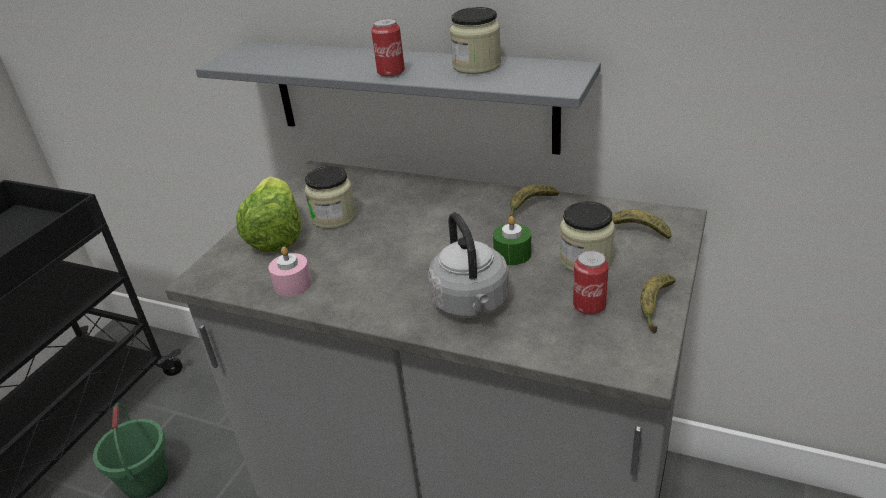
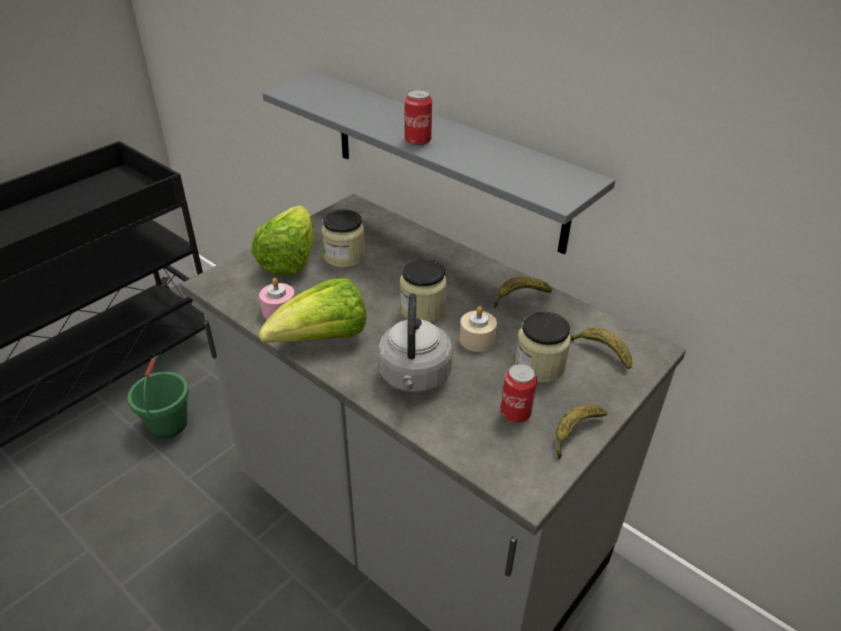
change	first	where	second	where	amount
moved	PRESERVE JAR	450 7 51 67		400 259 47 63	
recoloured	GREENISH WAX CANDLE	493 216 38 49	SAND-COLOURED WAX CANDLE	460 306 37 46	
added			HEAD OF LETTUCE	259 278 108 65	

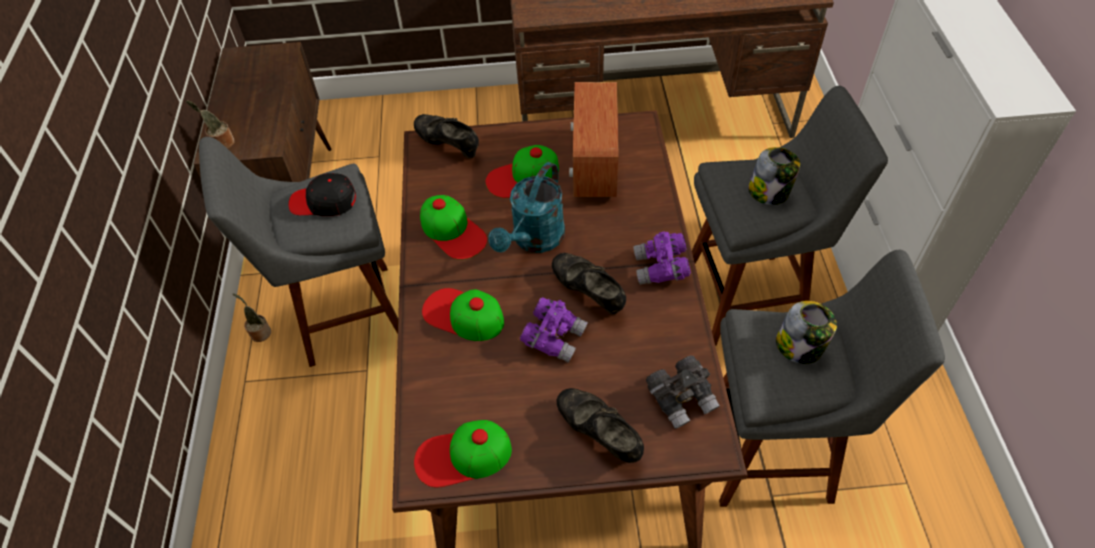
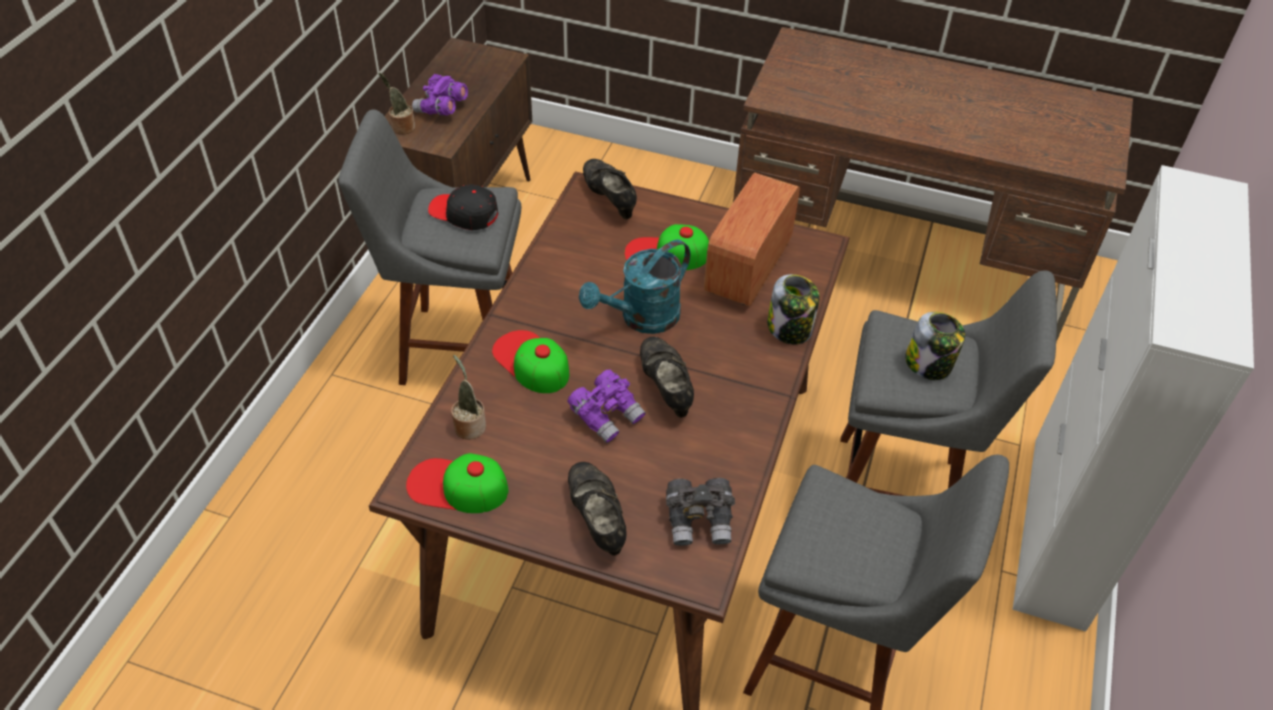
change	first	where	second	where	amount
moved	PLANT IN A POT	233 293 38 49		451 355 35 85	
removed	CAP	420 195 67 65			
moved	PURPLISH PAIR OF BINOCULARS	633 231 58 54		412 74 56 42	
moved	PRESERVE JAR	776 301 61 63		767 274 53 71	

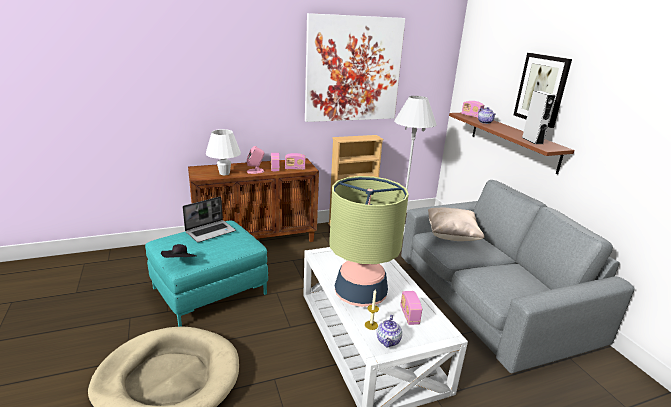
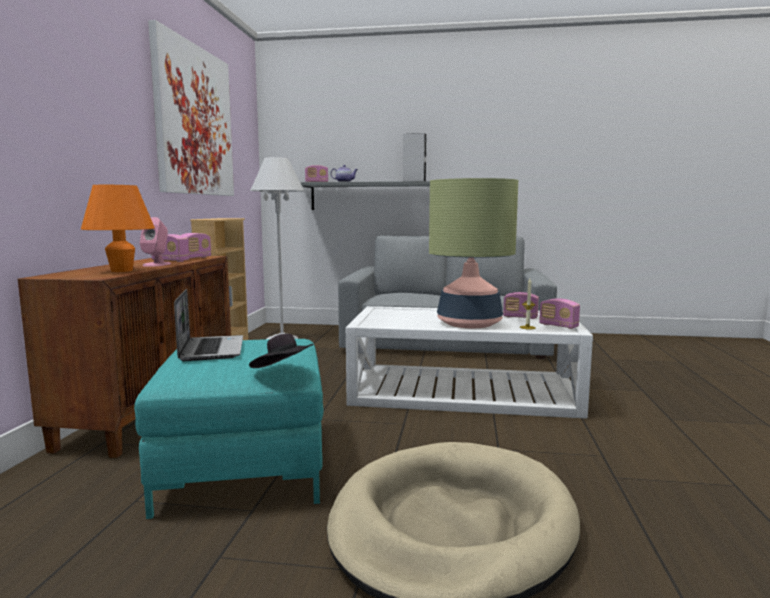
change	first	where	second	where	amount
recoloured	WHITE TABLE LAMP	206 129 35 46	ORANGE-COLOURED TABLE LAMP	81 185 74 87	
replaced	TEA POT	377 315 25 33	RADIO RECEIVER	539 298 41 31	
removed	SAND-COLOURED CUSHION	428 208 56 33			
recoloured	BROWN BRACKET SHELF	449 113 125 61	GREY BRACKET SHELF	300 181 130 29	
removed	WALL ART	514 53 58 75			

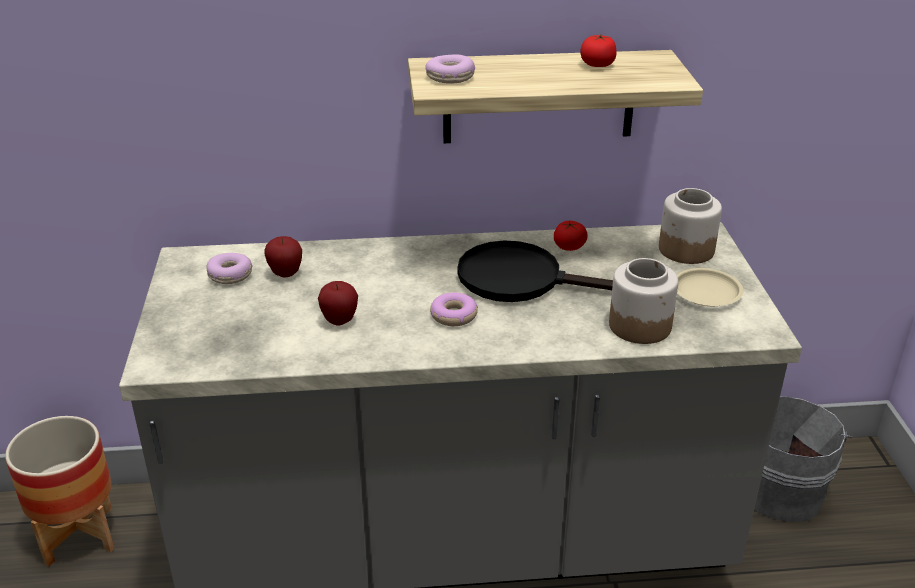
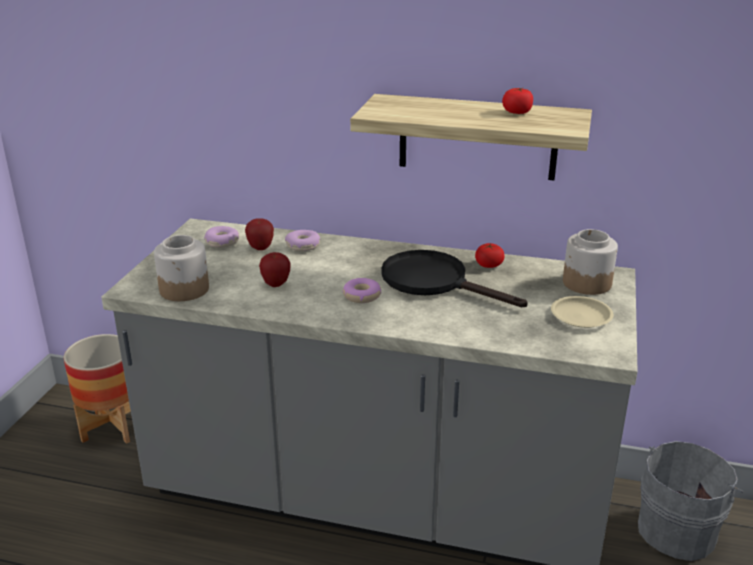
change	first	where	second	where	amount
moved	DOUGHNUT	425 55 50 29		285 230 36 22	
moved	PRESERVE JAR	609 258 69 86		154 235 55 66	

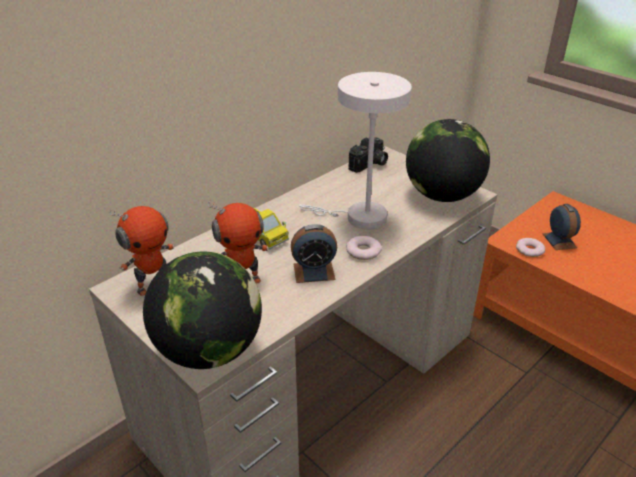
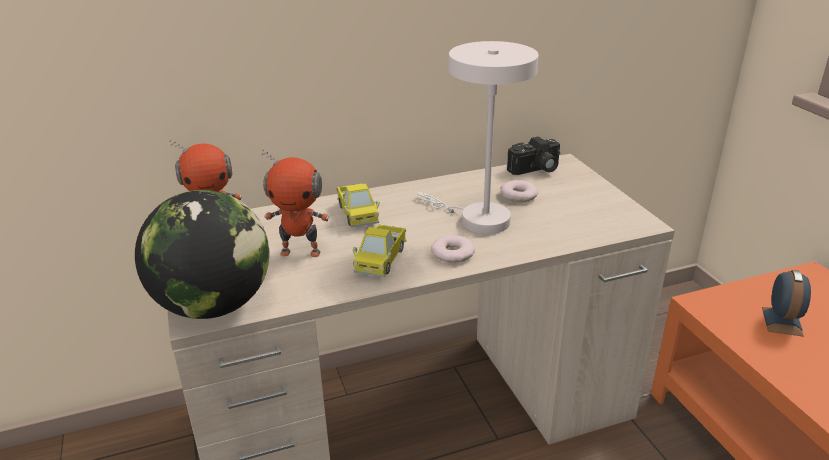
change	first	where	second	where	amount
replaced	ALARM CLOCK	291 224 46 59	TOY TRUCK	353 224 53 53	
removed	GLOBE	406 119 84 83			
moved	DOUGHNUT	516 238 29 19		500 180 38 22	

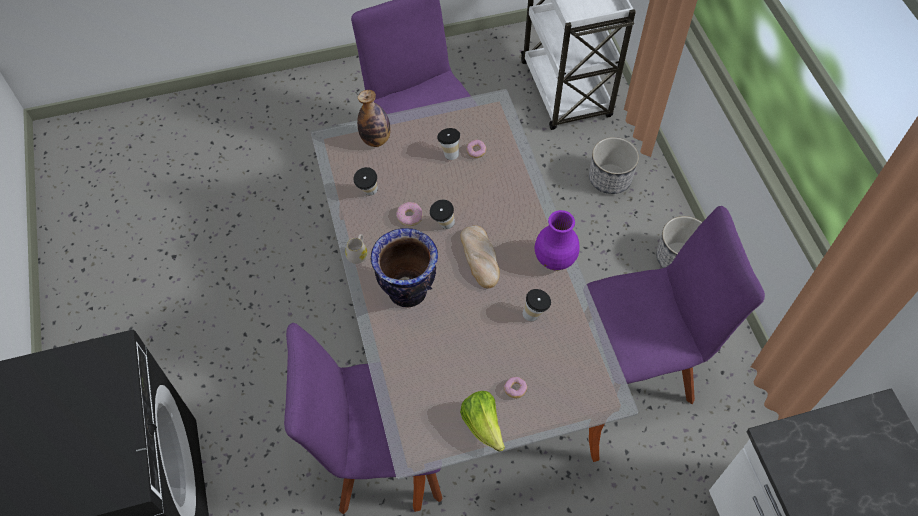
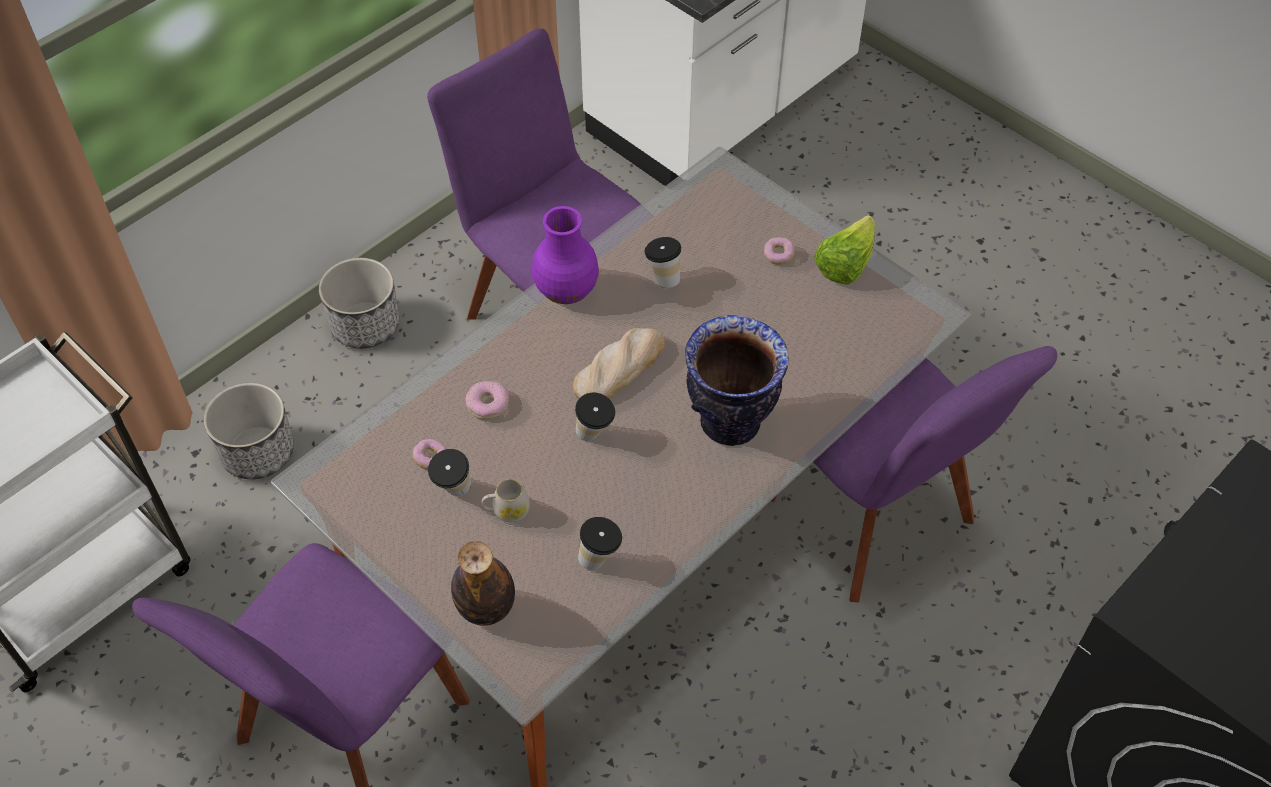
change	first	where	second	where	amount
moved	WHITE MUG	345 234 22 30		482 479 48 44	
moved	DOUGHNUT	396 202 27 24		466 381 43 38	

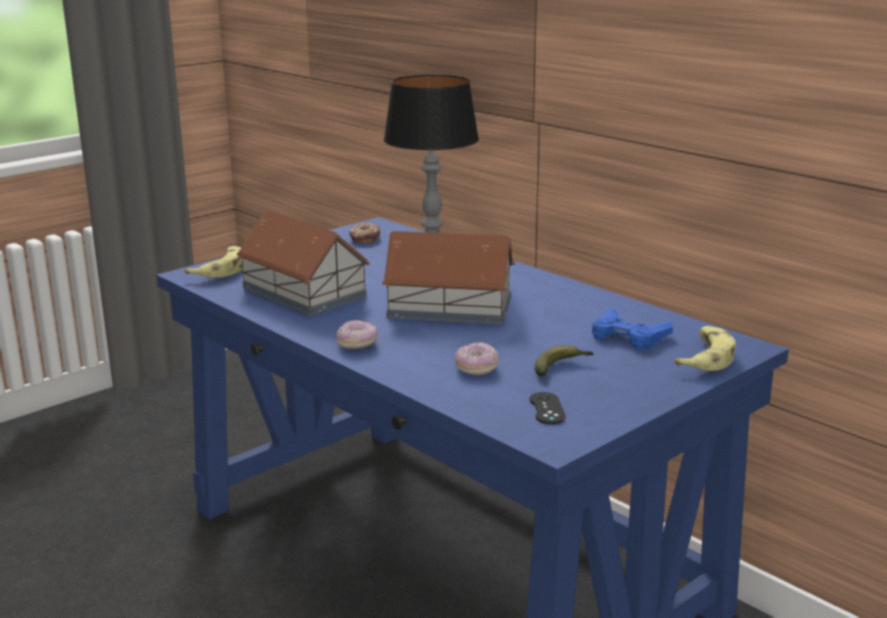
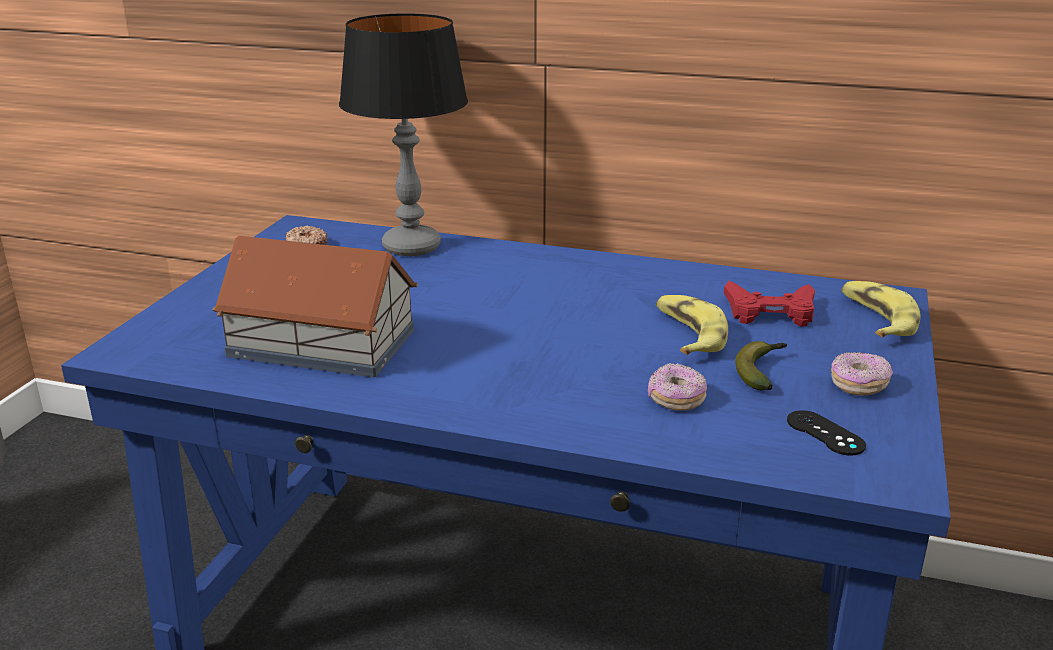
change	first	where	second	where	amount
moved	BANANA	184 246 59 32		656 295 72 60	
moved	DOUGHNUT	337 320 41 29		831 352 62 43	
removed	MODEL HOUSE	382 231 133 94			
recoloured	BLUE GAME CONTROLLER	592 308 81 42	RED GAME CONTROLLER	724 281 91 46	

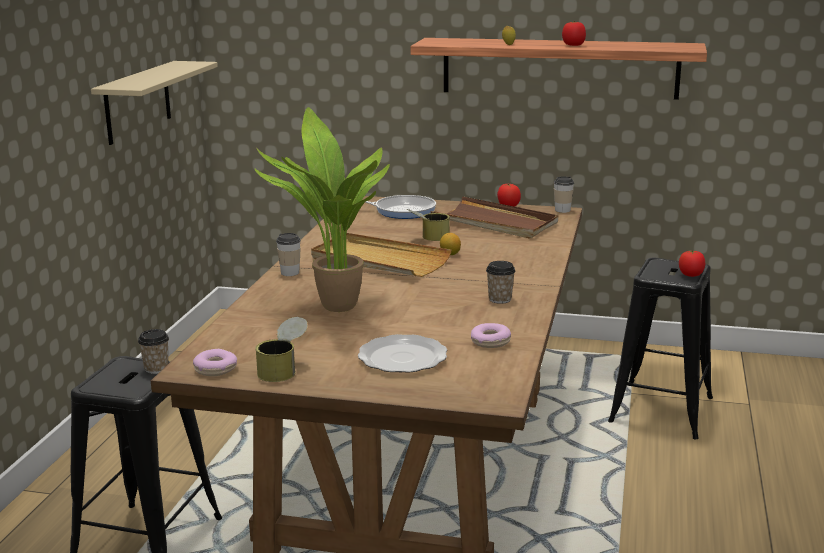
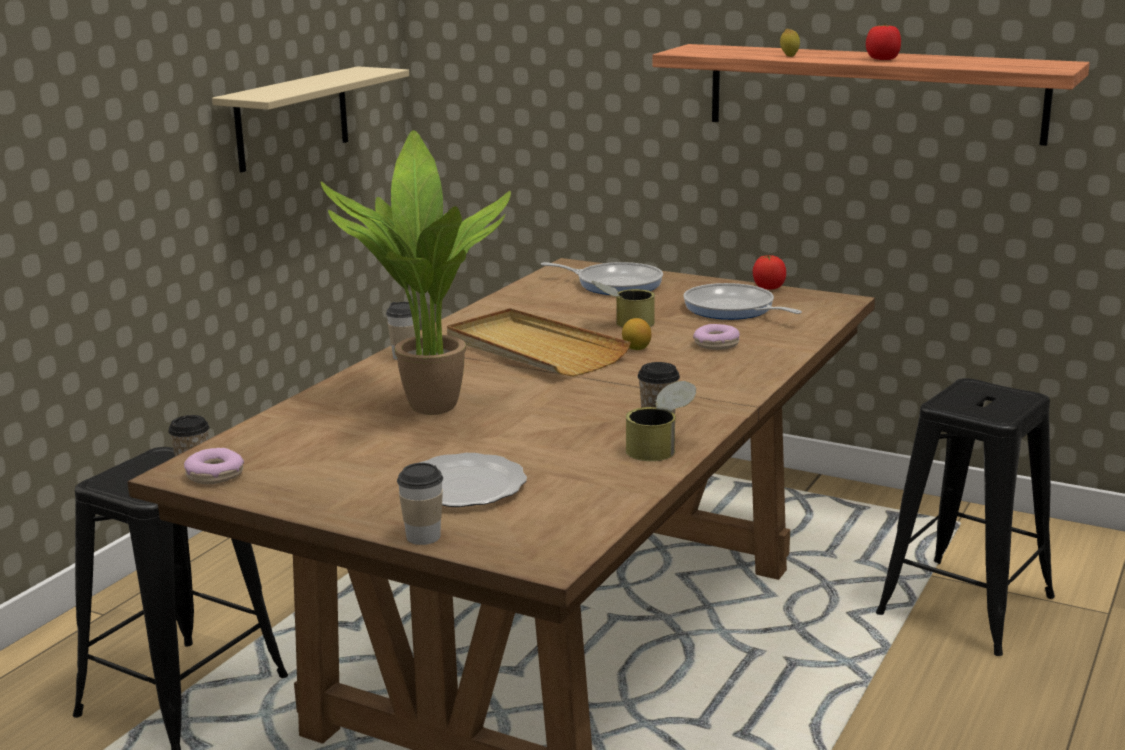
change	first	where	second	where	amount
moved	METAL CAN	255 317 53 65		626 381 70 80	
replaced	BROWN TRAY	430 196 128 43	PAN	683 283 119 37	
moved	DOUGHNUT	471 323 40 25		693 324 47 26	
moved	DRINKING CUP	553 176 21 37		397 463 46 82	
removed	FRESH TOMATO	679 250 26 27			

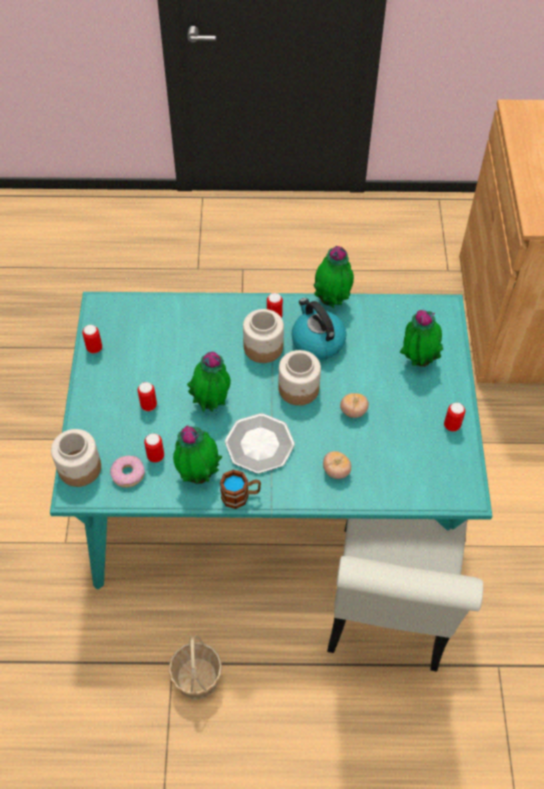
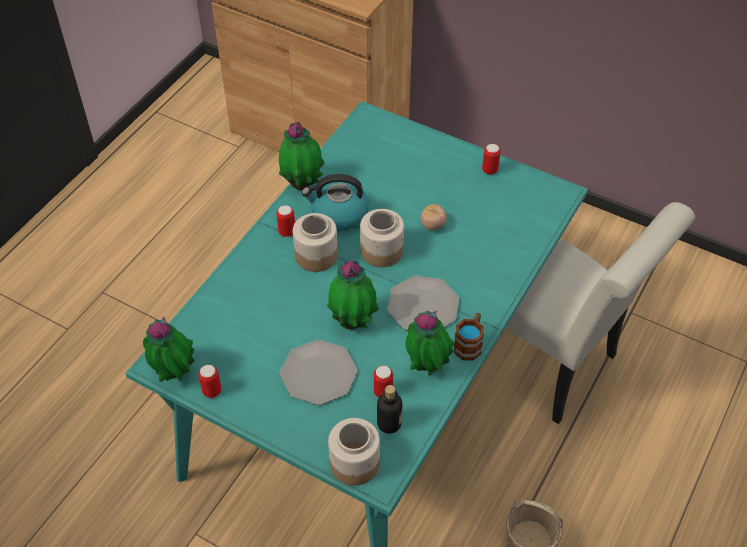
change	first	where	second	where	amount
replaced	DOUGHNUT	110 456 35 32	BEVERAGE BOTTLE	377 385 25 49	
replaced	METAL CAN	138 382 19 29	DINNER PLATE	280 340 77 65	
removed	FRESH TOMATO	323 451 28 28			
moved	PLANT IN A POT	399 310 44 57		143 317 52 65	

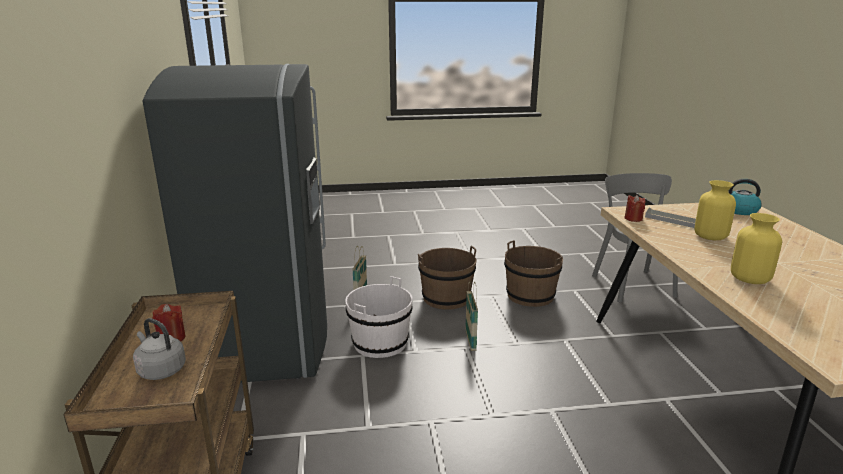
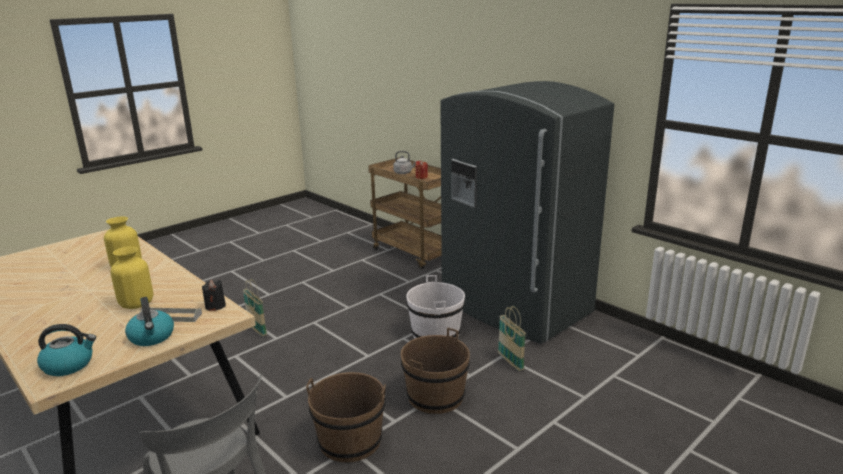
change	first	where	second	where	amount
moved	BASKET	465 281 13 70		243 279 24 58	
recoloured	RED WAX CANDLE	624 195 21 27	BLACK WAX CANDLE	202 280 24 31	
added			WATER KETTLE	125 297 49 49	

